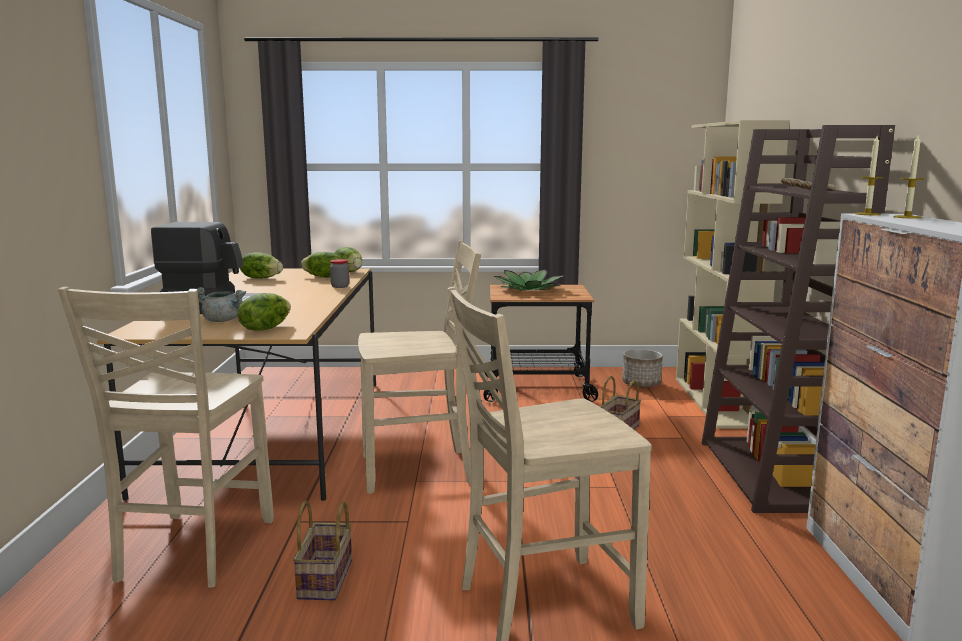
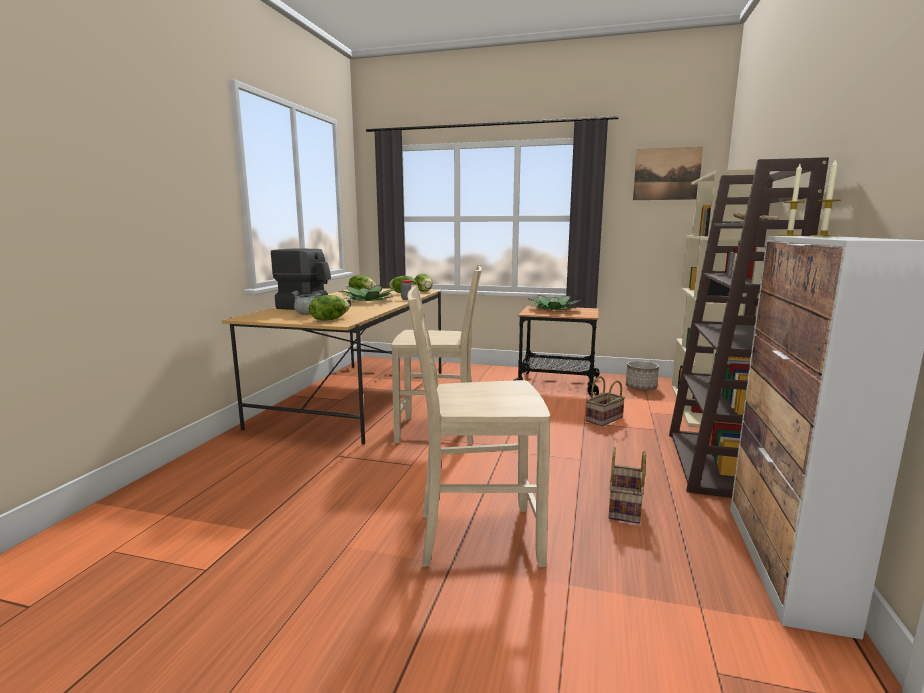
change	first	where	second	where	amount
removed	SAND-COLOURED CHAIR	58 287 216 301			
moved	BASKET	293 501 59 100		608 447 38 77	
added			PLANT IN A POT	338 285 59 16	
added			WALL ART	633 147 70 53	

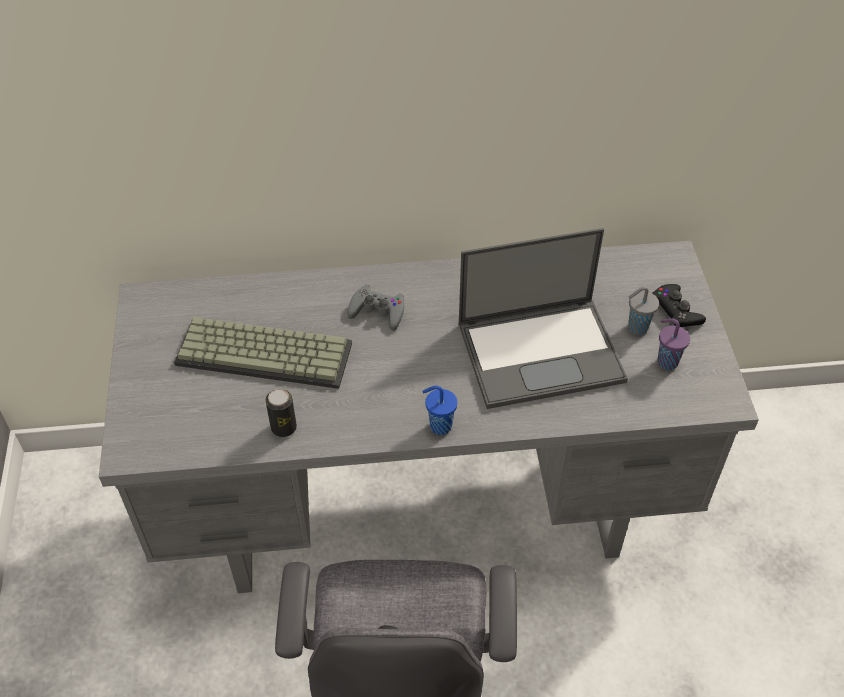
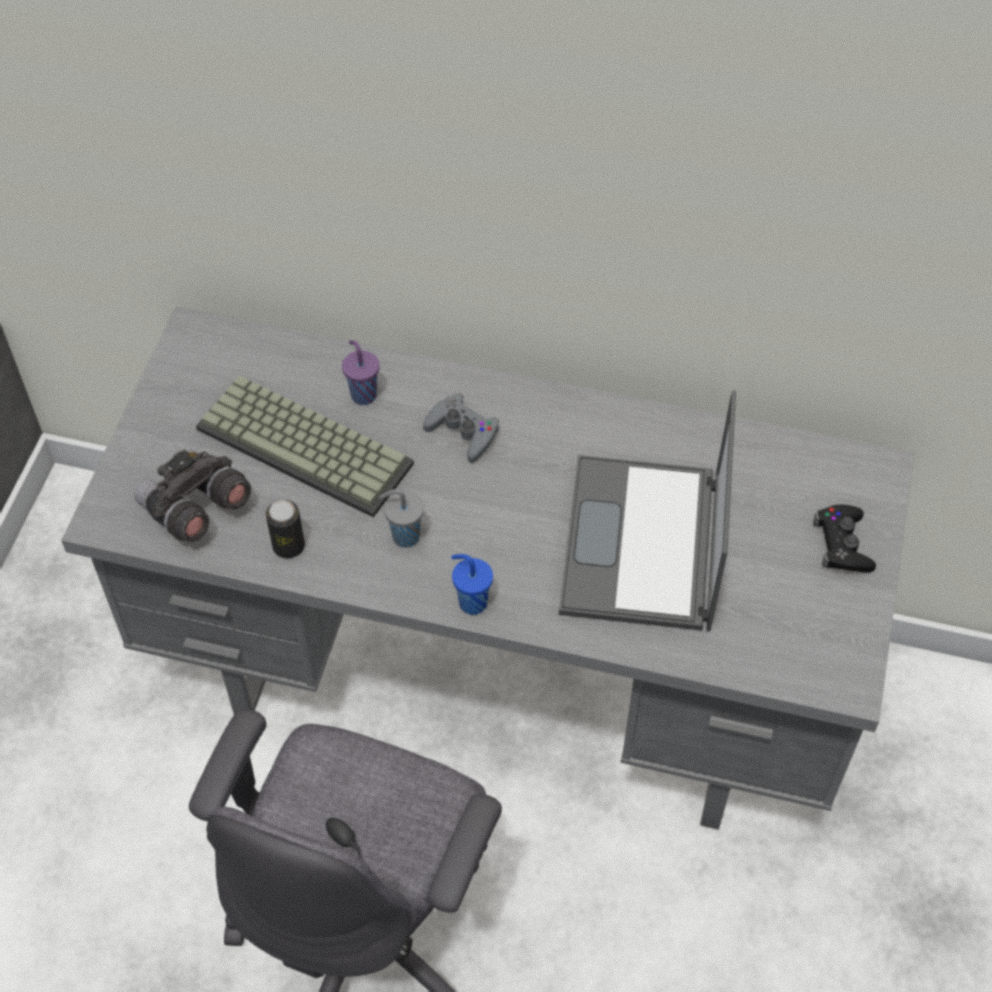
change	first	where	second	where	amount
turned	LAPTOP	459 228 169 181		559 390 177 242	90 degrees clockwise
moved	GREY DRINKING CUP	628 287 31 48		379 489 45 59	
moved	PURPLISH DRINKING CUP	657 318 33 52		342 340 38 65	
added			GREY PAIR OF BINOCULARS	134 449 117 93	

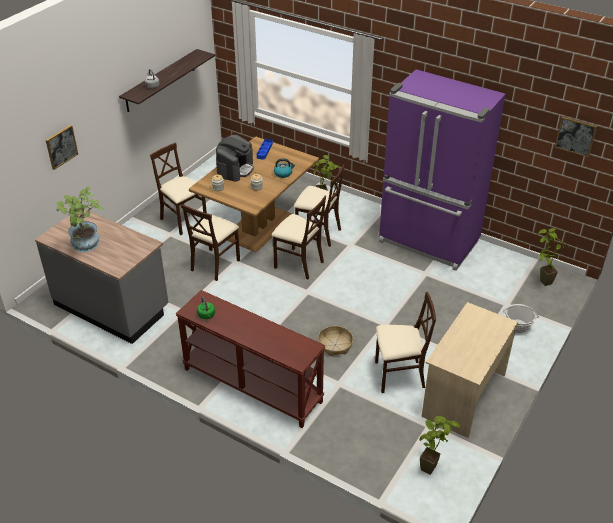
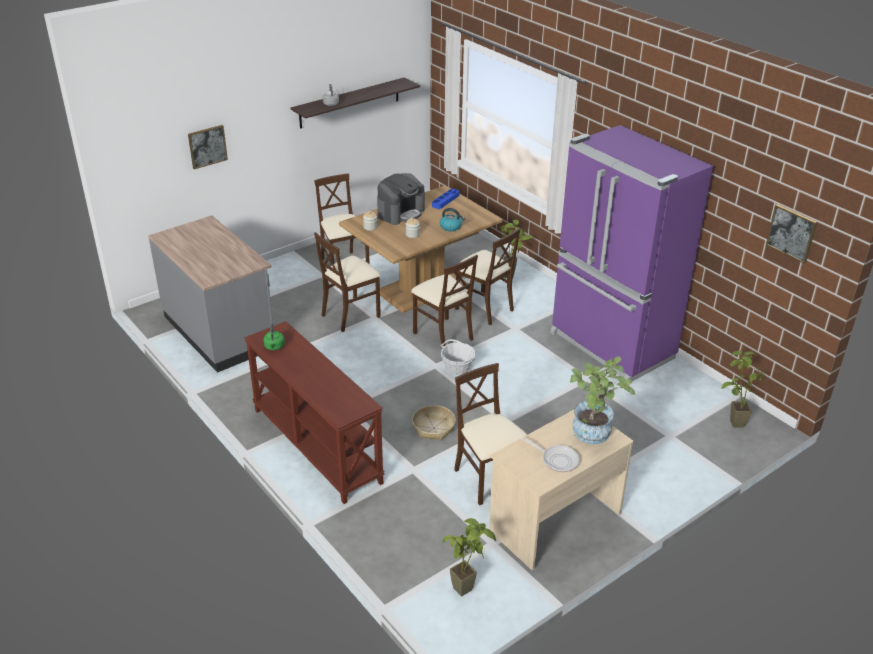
change	first	where	second	where	amount
moved	PLANT IN A POT	56 186 48 66		570 356 65 88	
turned	SAND-COLOURED CHAIR	375 292 61 101		454 363 73 143	135 degrees counterclockwise
moved	BASKET	503 304 36 29		441 339 34 36	
added			PAN	521 437 59 35	

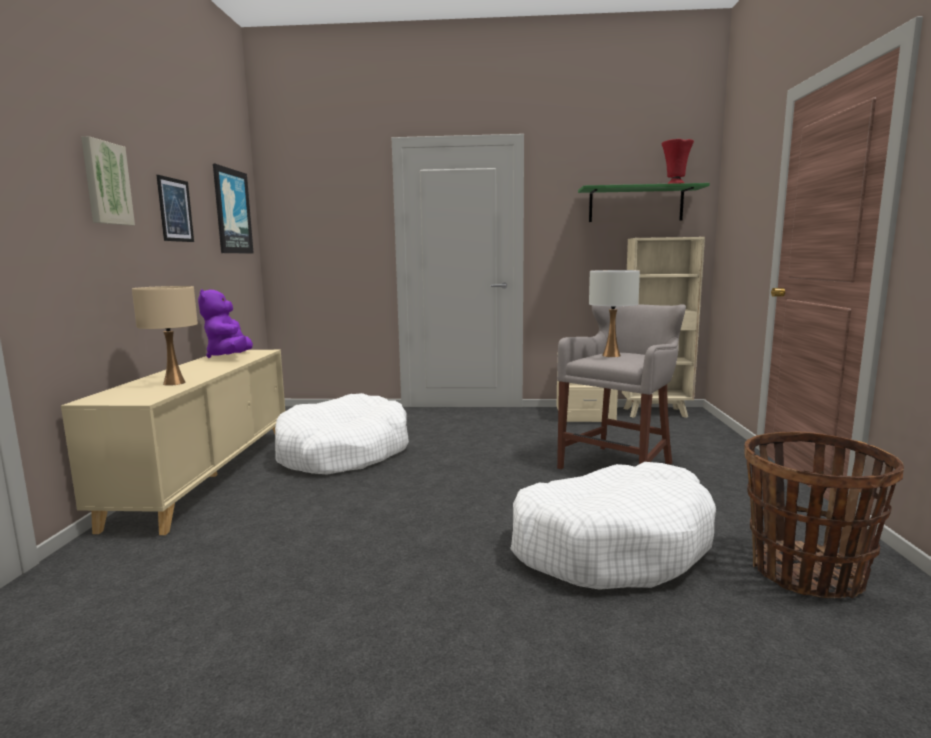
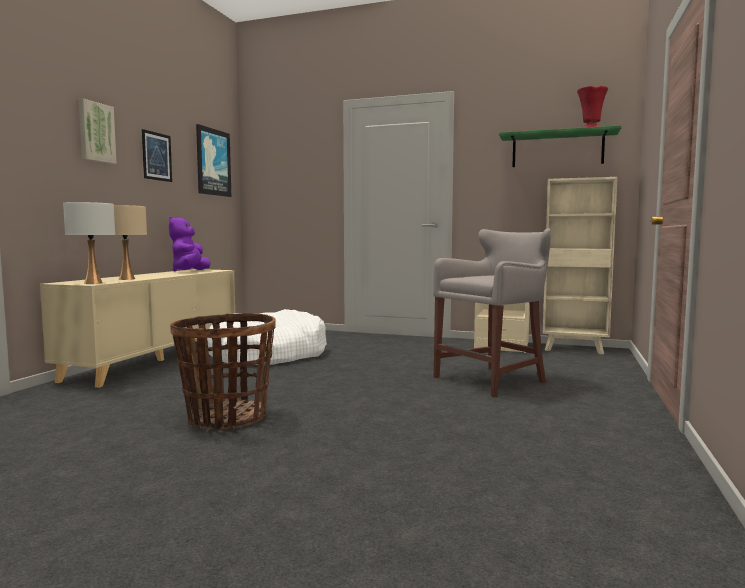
change	first	where	second	where	amount
removed	WHITE DOG CUSHION	510 462 206 128			
moved	WHITE TABLE LAMP	589 270 51 87		63 202 52 82	
moved	BASKET	744 431 160 167		170 313 106 117	

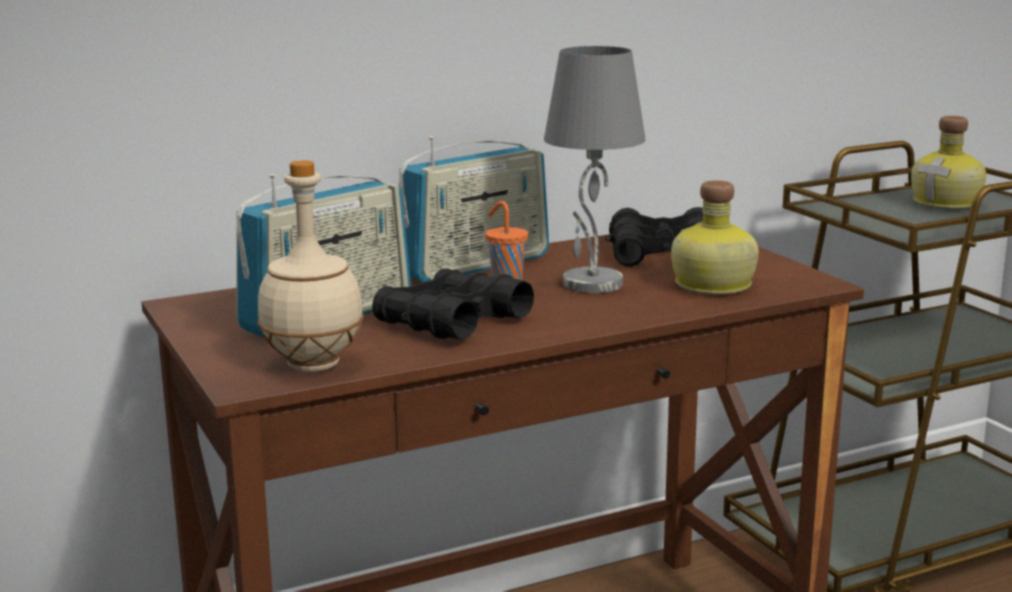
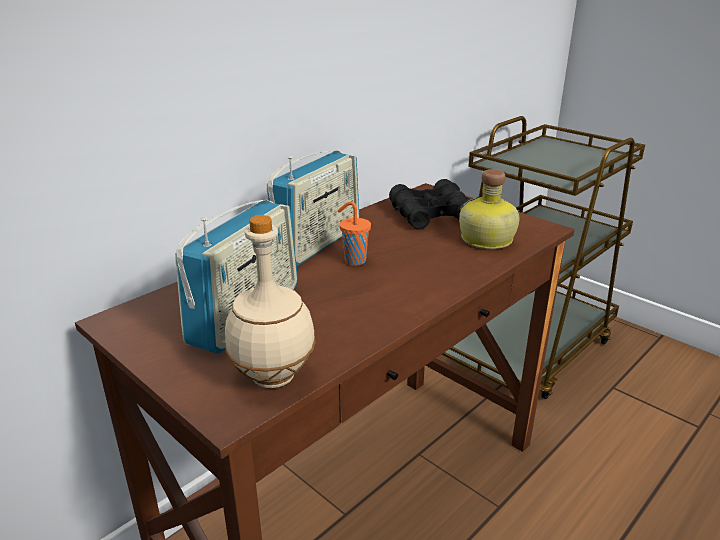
change	first	where	second	where	amount
removed	BLACK PAIR OF BINOCULARS	372 268 162 72			
removed	GREY TABLE LAMP	544 46 102 247			
removed	BEVERAGE BOTTLE	911 116 75 93			

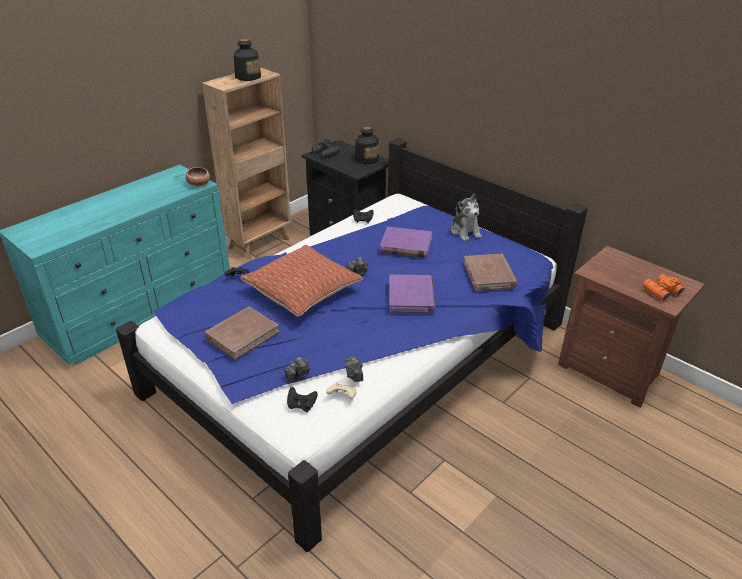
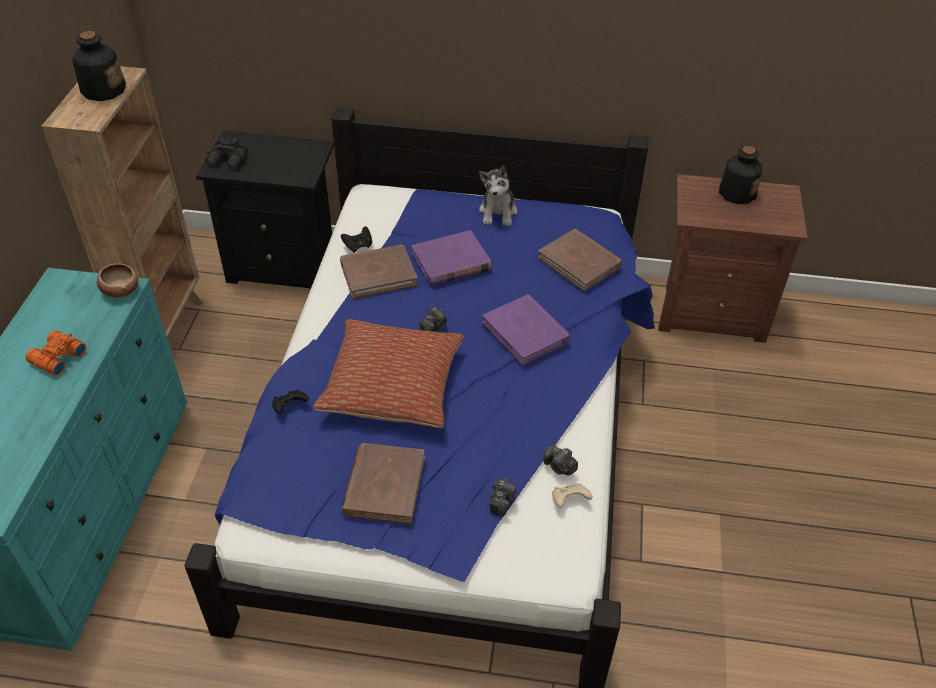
change	first	where	second	where	amount
removed	BLACK GAME CONTROLLER	287 387 31 25			
moved	BEVERAGE BOTTLE	355 126 24 38		719 146 43 58	
turned	SOFT TOY	451 194 31 47		479 166 38 60	60 degrees clockwise
moved	ORANGE-COLOURED PAIR OF BINOCULARS	643 274 42 27		25 330 61 45	
added			BROWN BOUND BOOK	340 244 78 55	

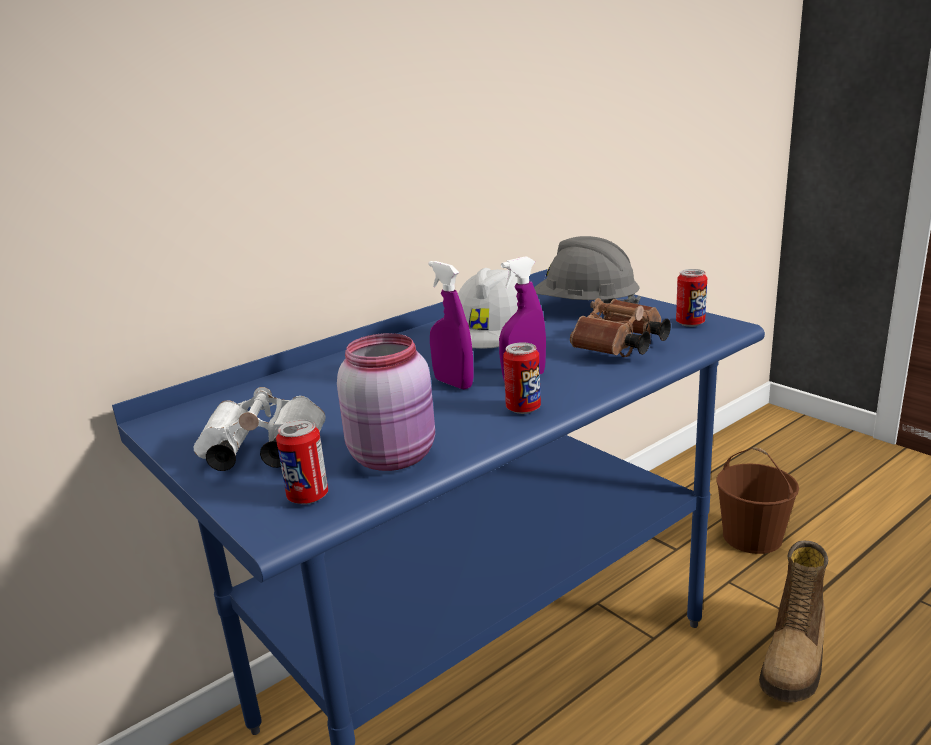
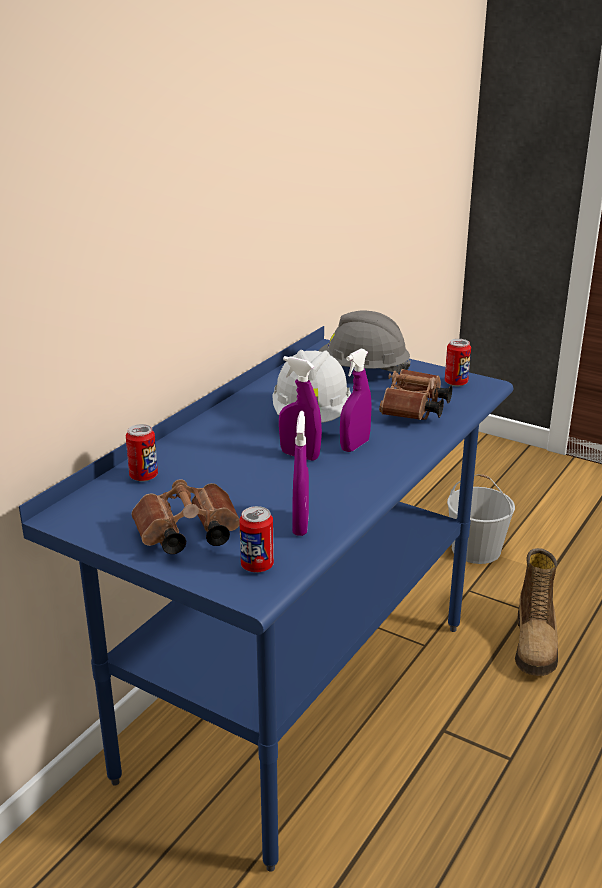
change	first	where	second	where	amount
recoloured	WHITE PAIR OF BINOCULARS	194 387 132 84	BROWN PAIR OF BINOCULARS	132 479 108 75	
replaced	PINK PRESERVE JAR	337 333 98 138	PURPLISH SPRAYER	292 411 17 125	
moved	METAL CAN	503 342 38 72		126 424 32 58	
recoloured	BROWN BUCKET	717 448 82 106	WHITE BUCKET	447 474 68 90	

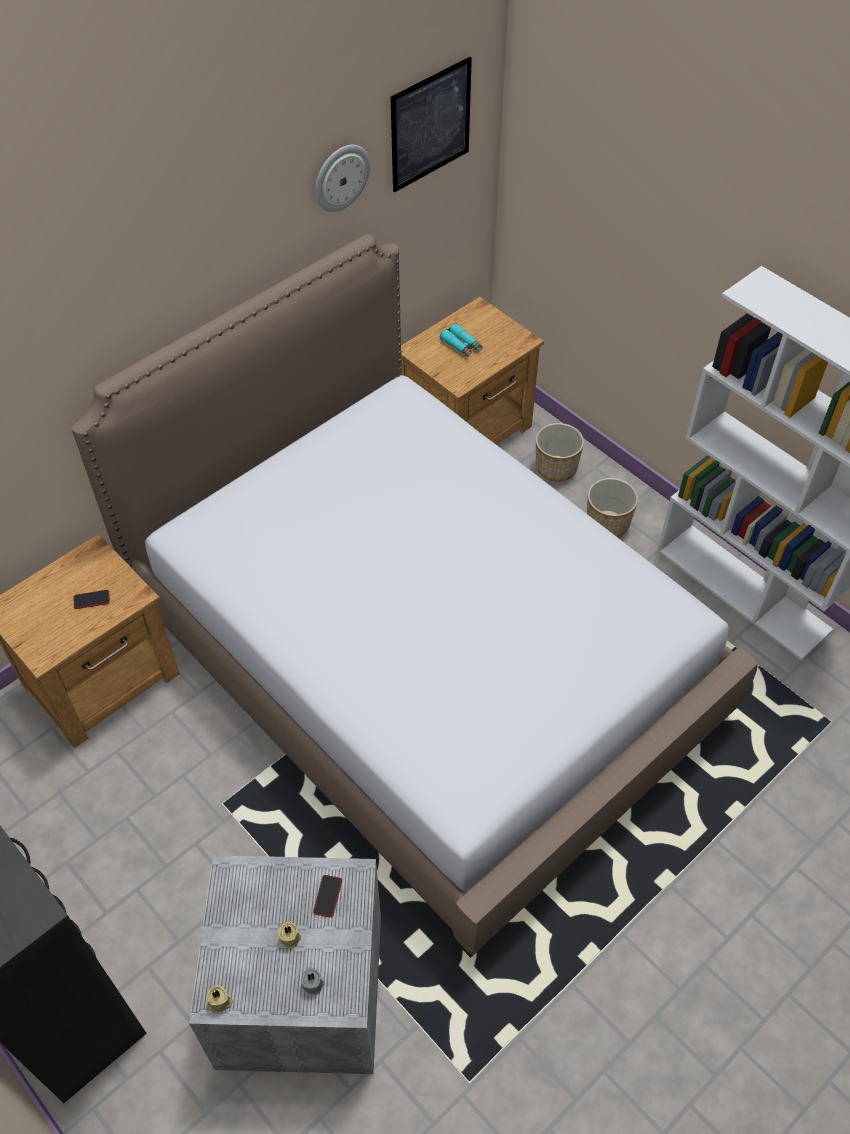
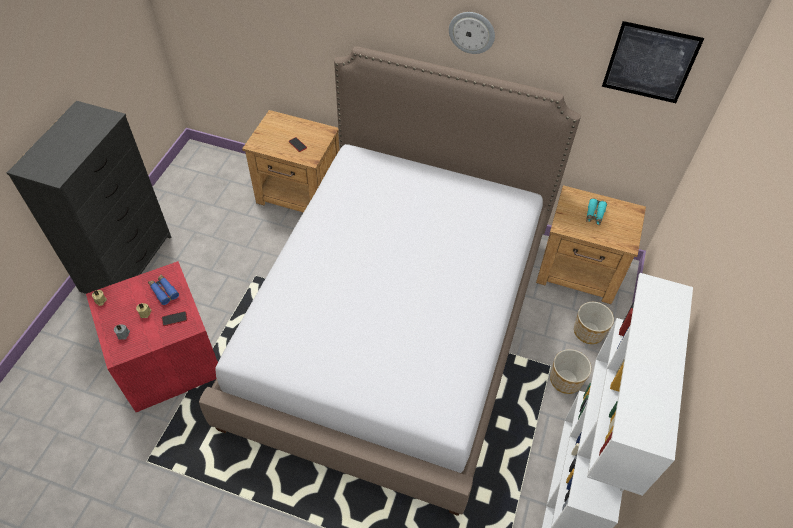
change	first	where	second	where	amount
recoloured	GREY STORAGE BOX	189 855 192 219	RED STORAGE BOX	86 261 132 151	
moved	CLOCK ON THE WALL	315 145 55 67		449 12 46 42	
added			BLUE PAIR OF BINOCULARS	148 275 31 30	

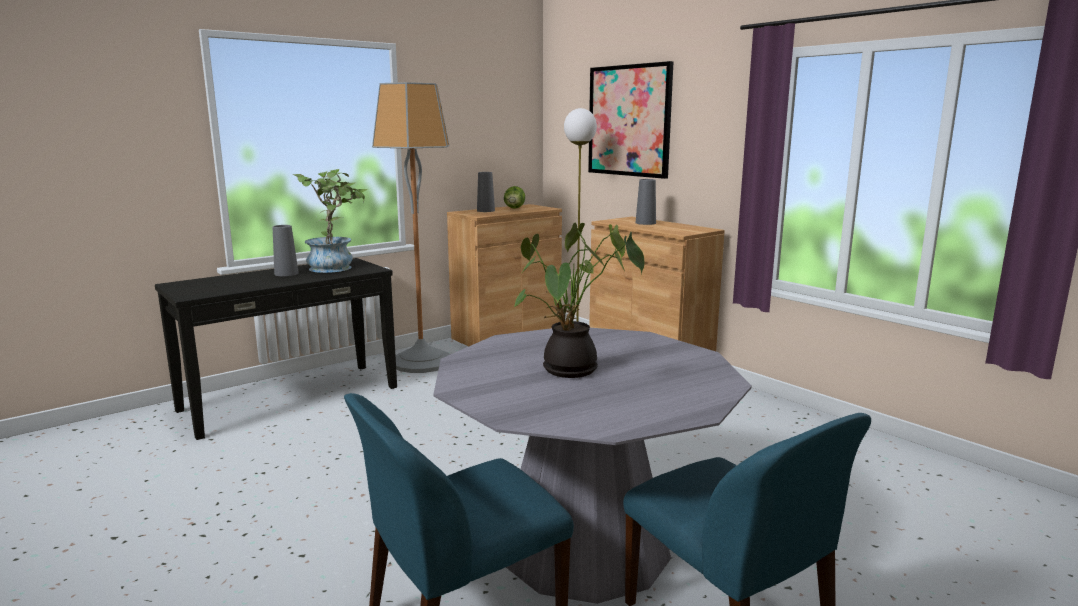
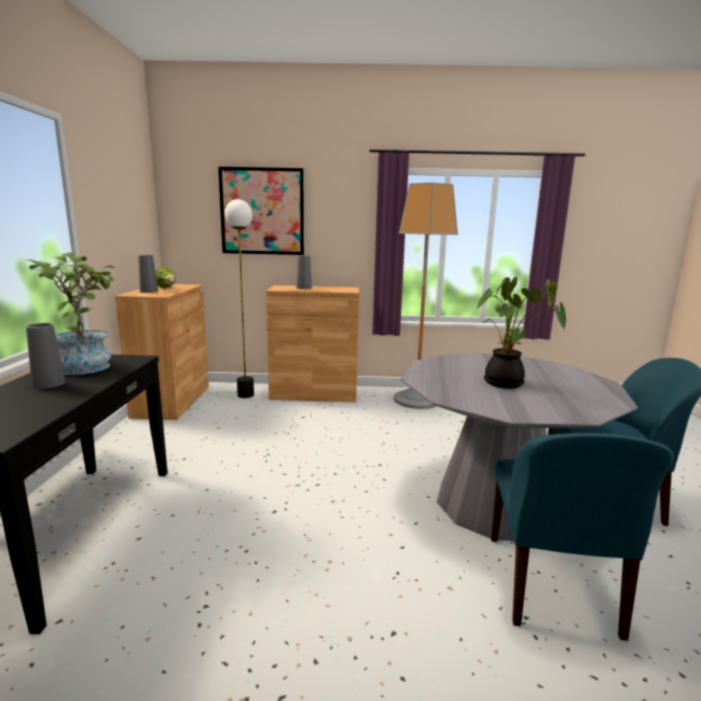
change	first	where	second	where	amount
moved	STANDING LAMP	372 82 78 291		394 182 64 227	

